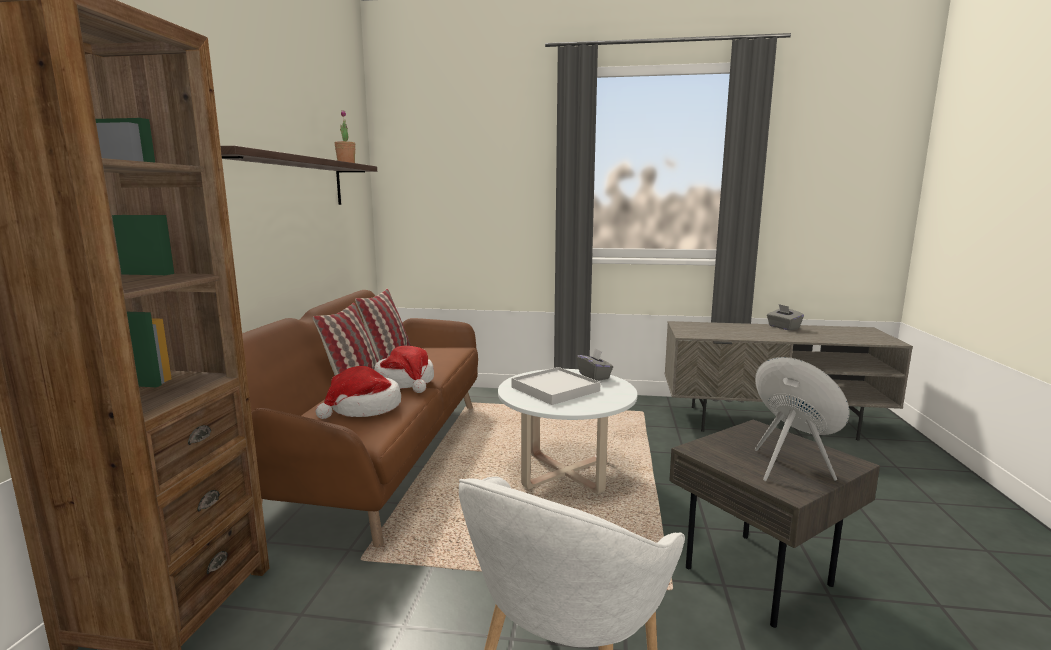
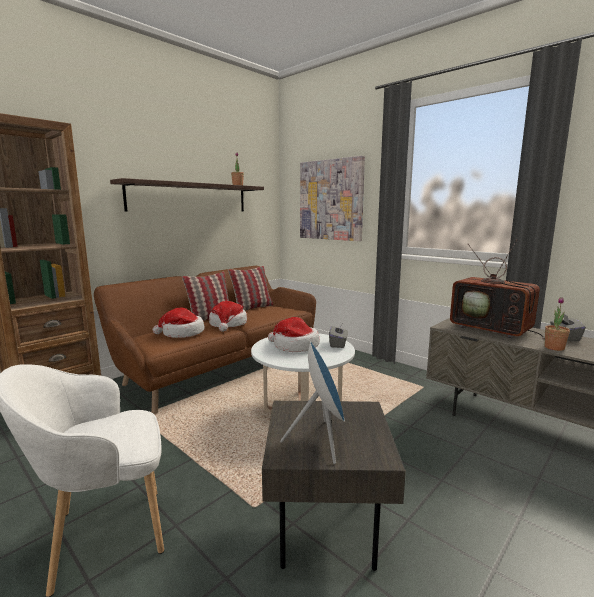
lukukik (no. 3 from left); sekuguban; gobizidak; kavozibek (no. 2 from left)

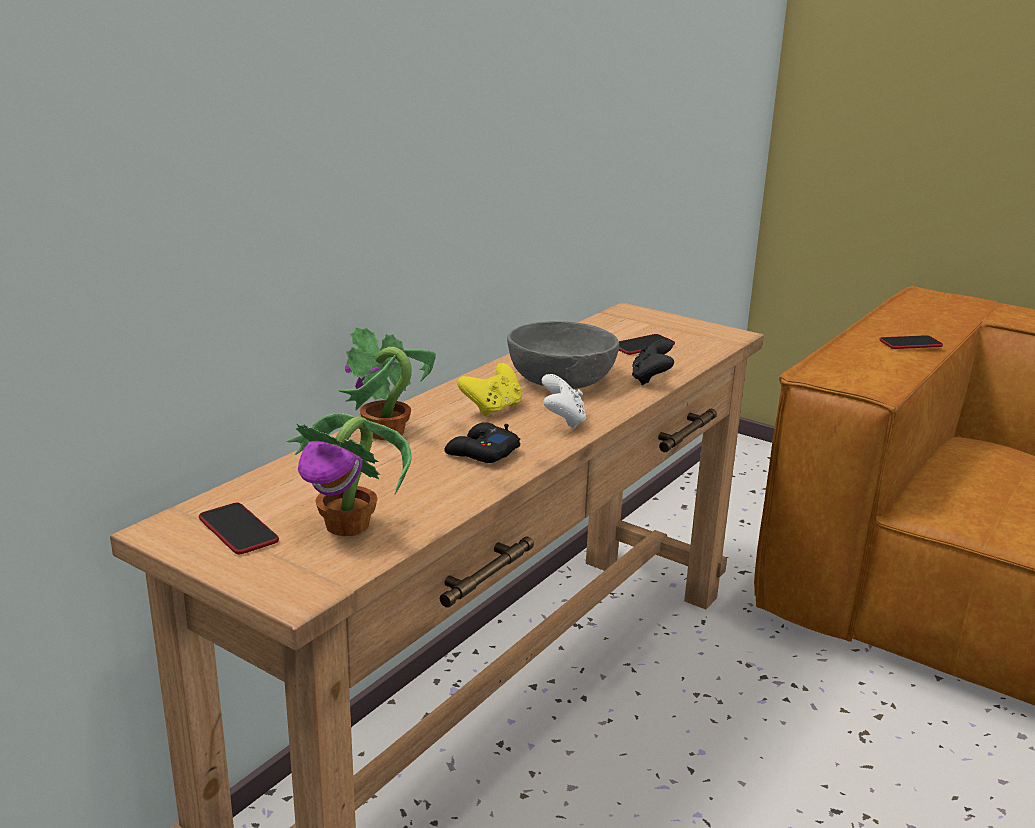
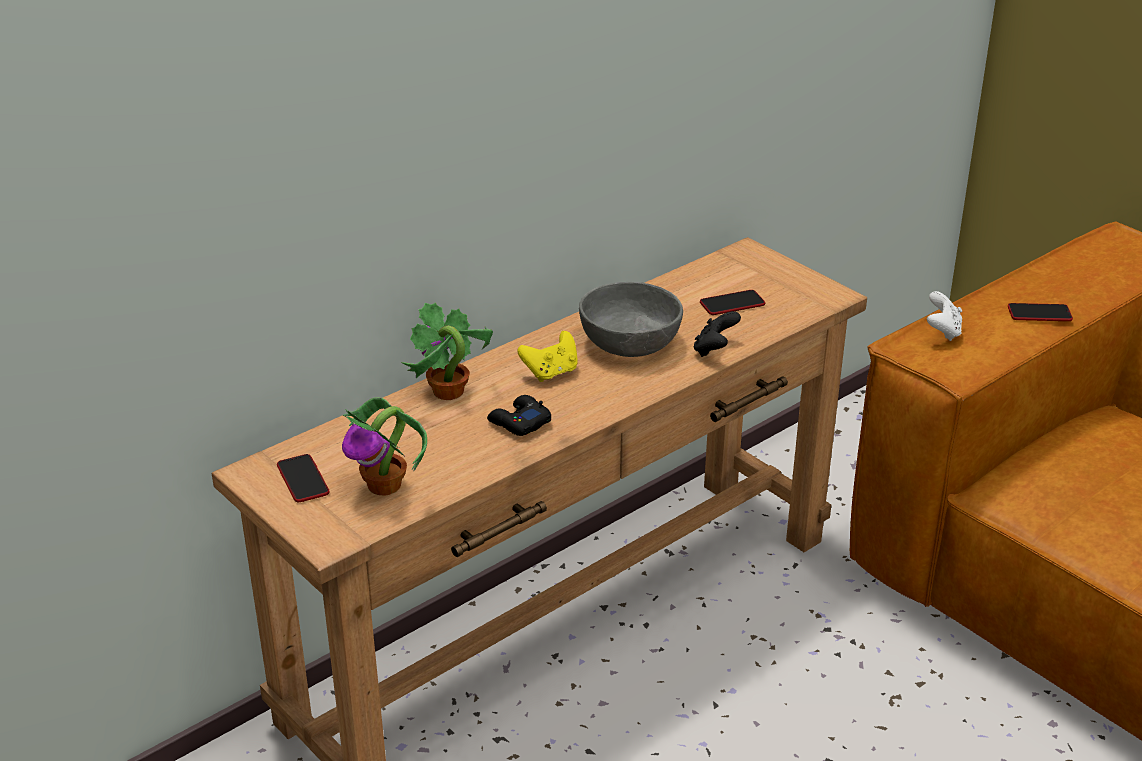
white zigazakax

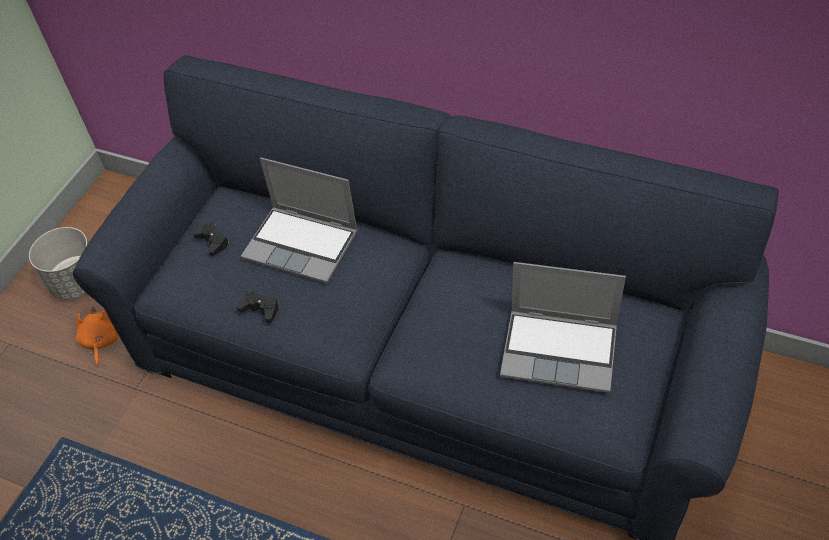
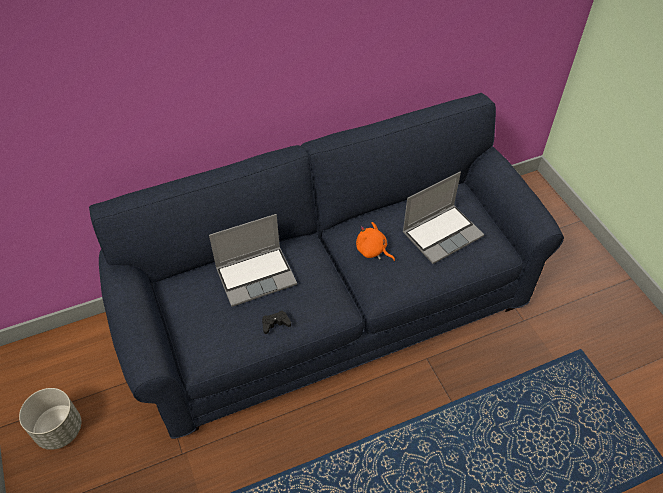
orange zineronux; black zigazakax (no. 1 from left in the first image)

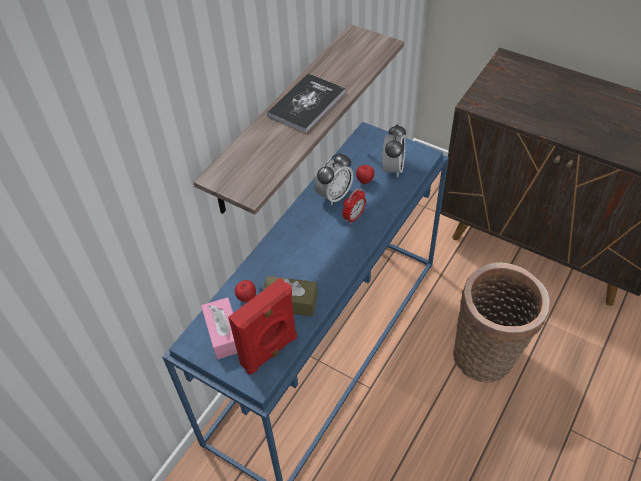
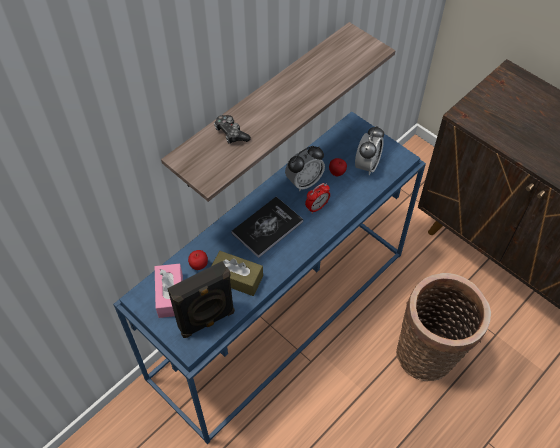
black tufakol; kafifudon; zigazakax

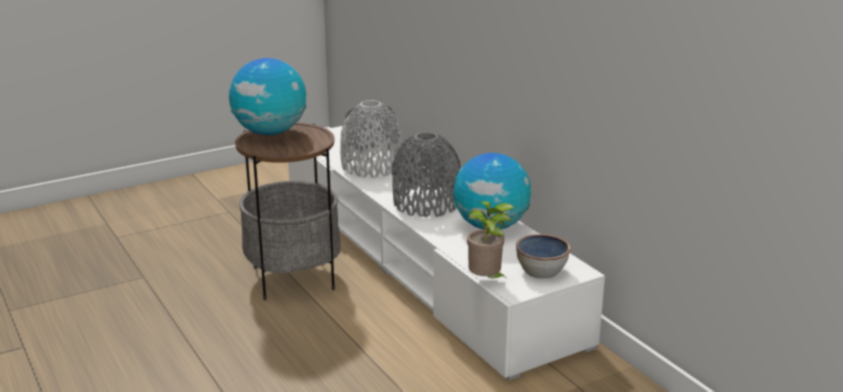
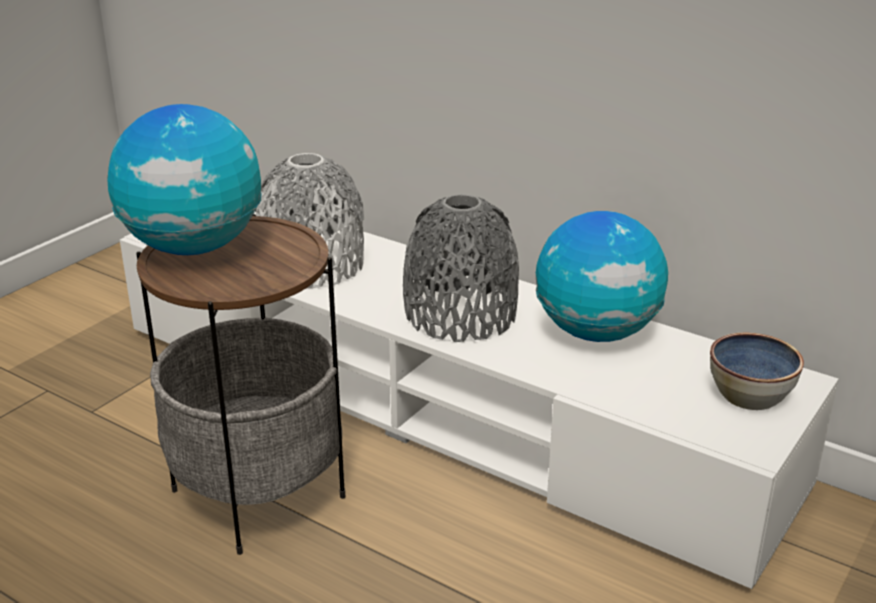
kavozibek

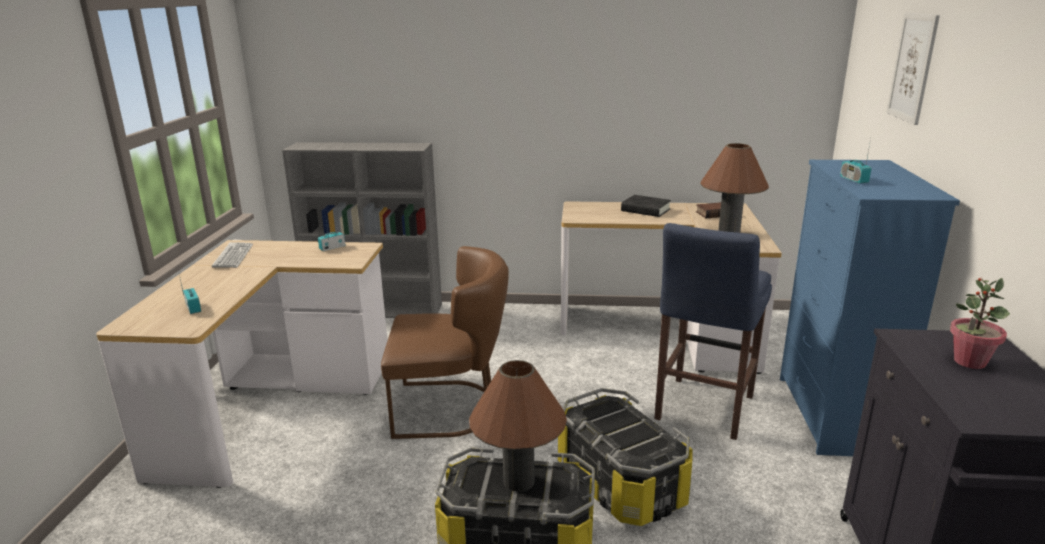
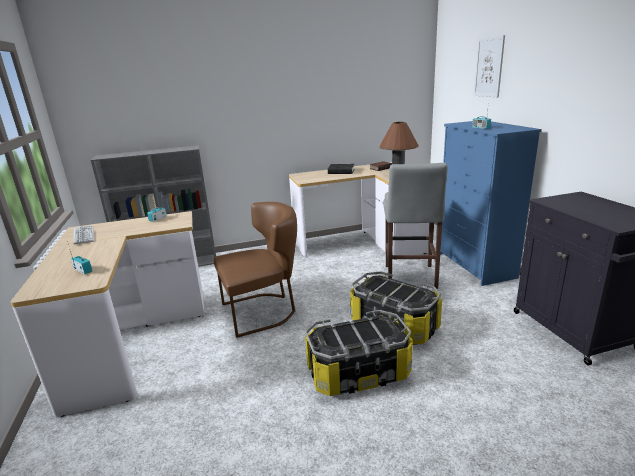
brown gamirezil (no. 1 from left in the first image); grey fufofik; kavozibek

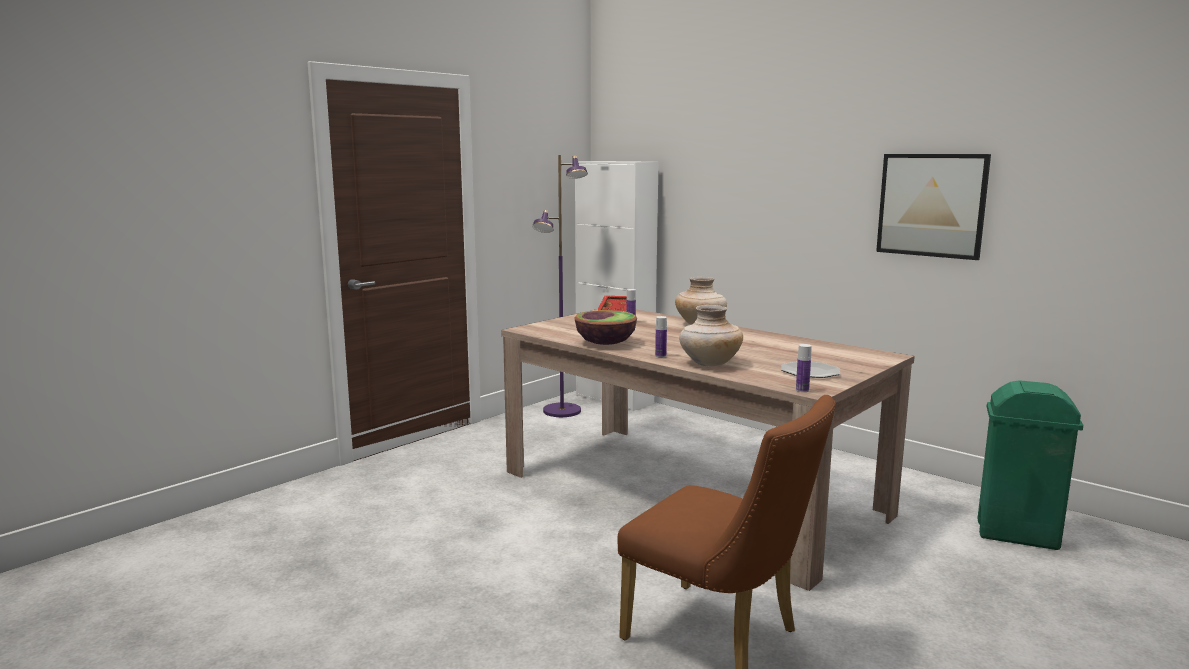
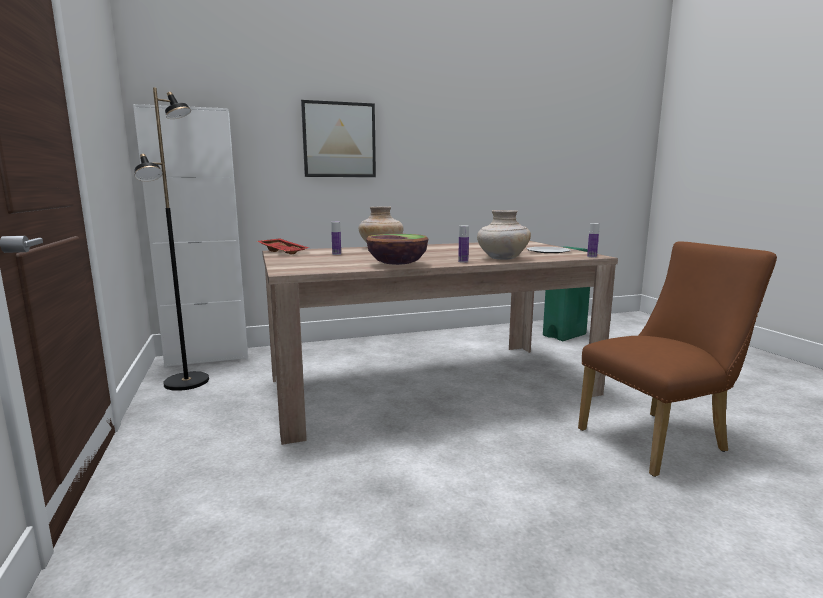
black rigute; sekuguban

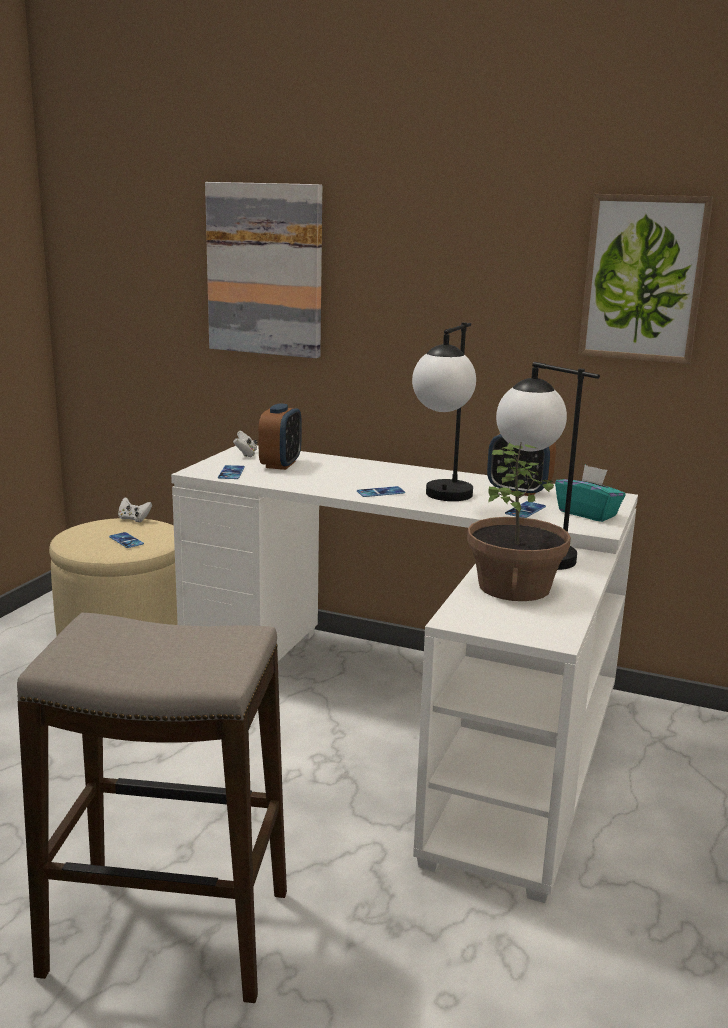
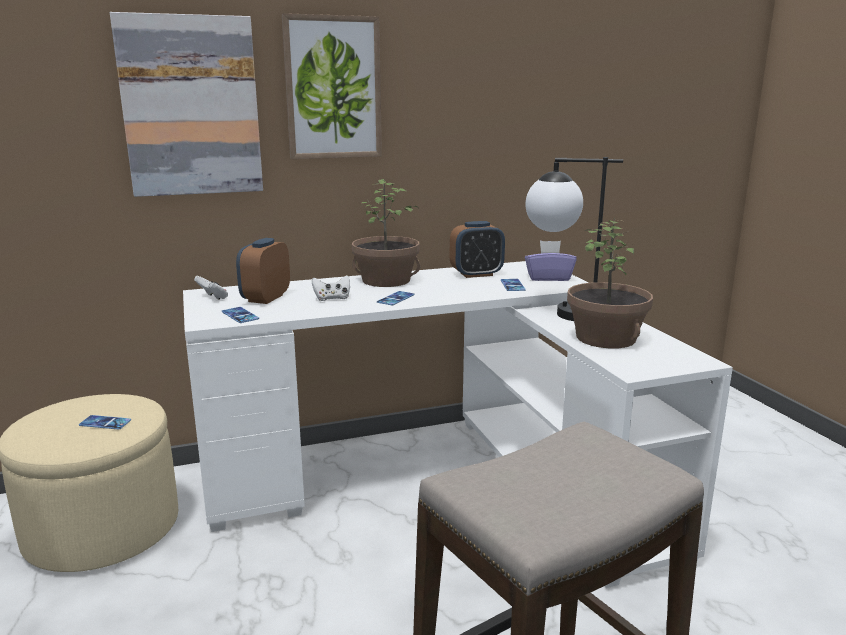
white zigazakax (no. 2 from left); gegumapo (no. 1 from left); gamirezil (no. 1 from left in the first image); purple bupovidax; sekuguban (no. 2 from left); kavozibek (no. 1 from left)

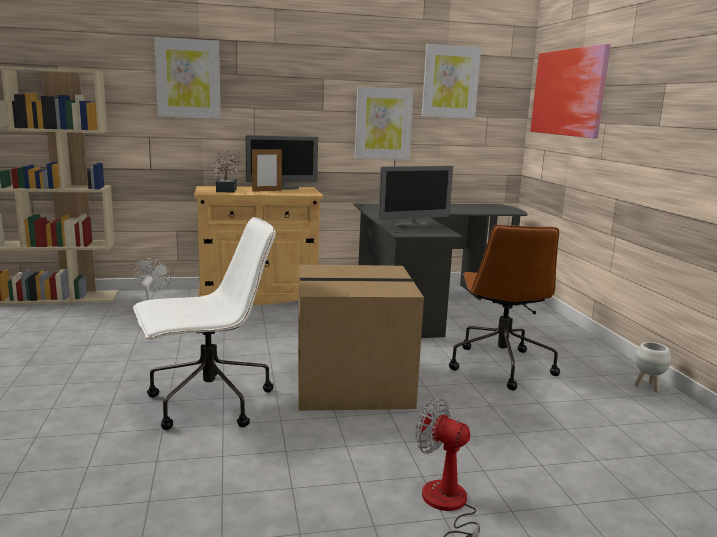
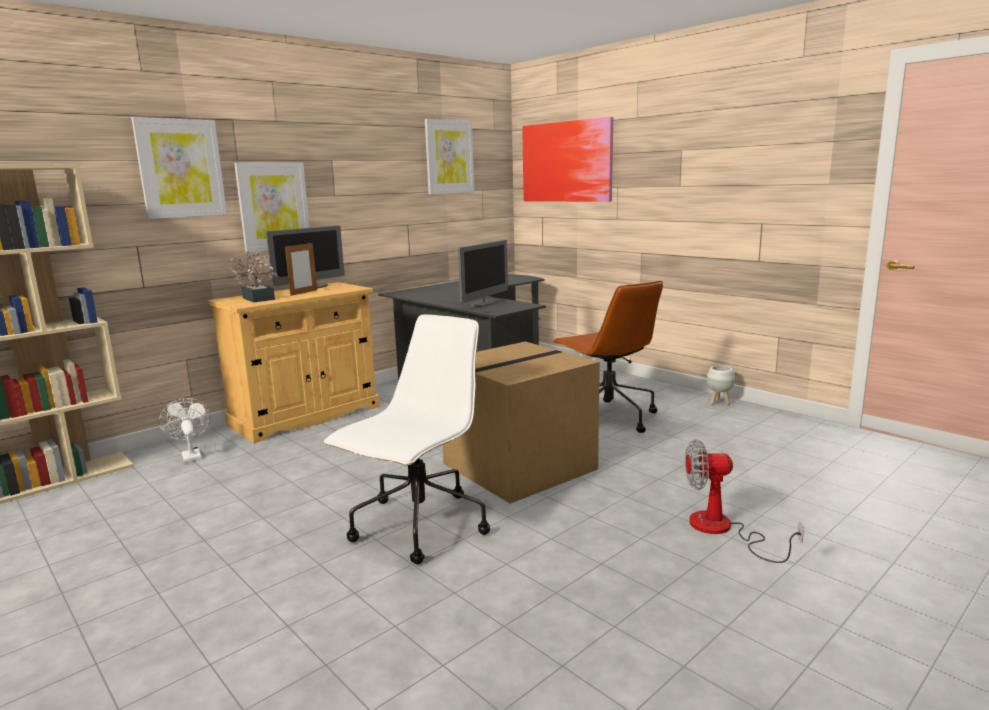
sekuguban (no. 2 from left)

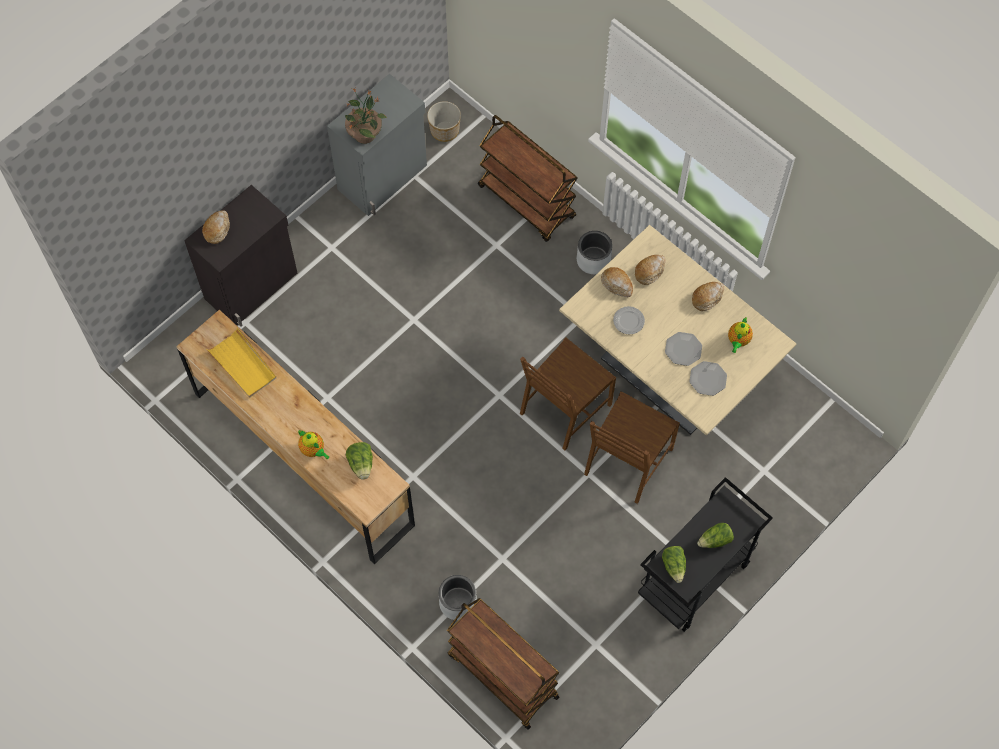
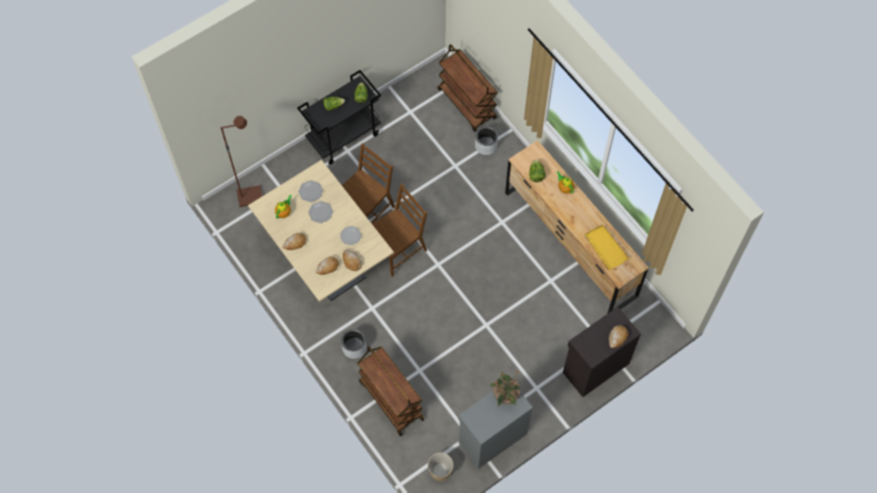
brown rigute

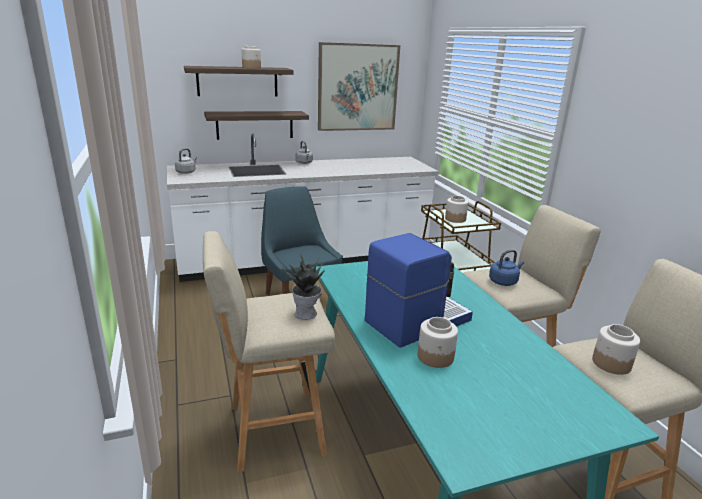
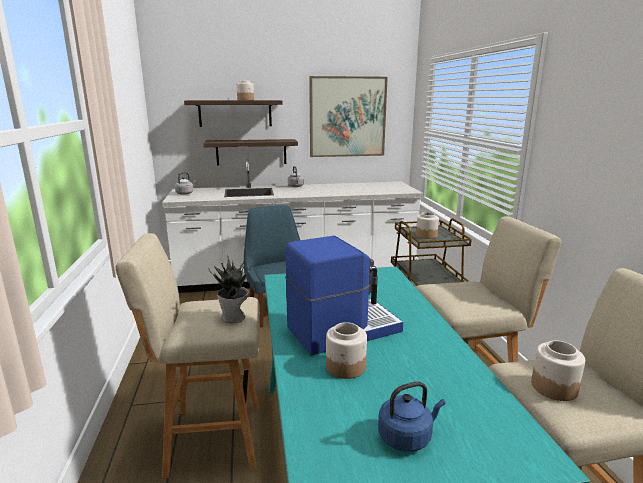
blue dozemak

